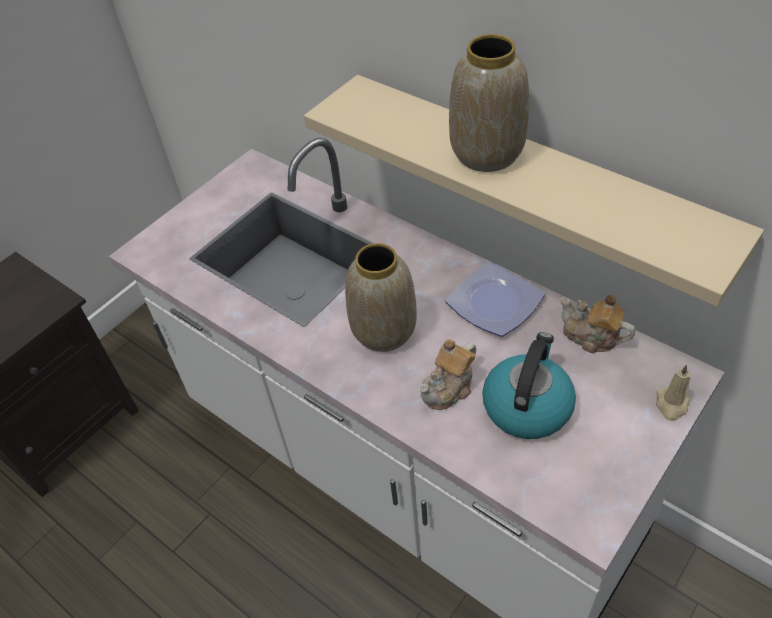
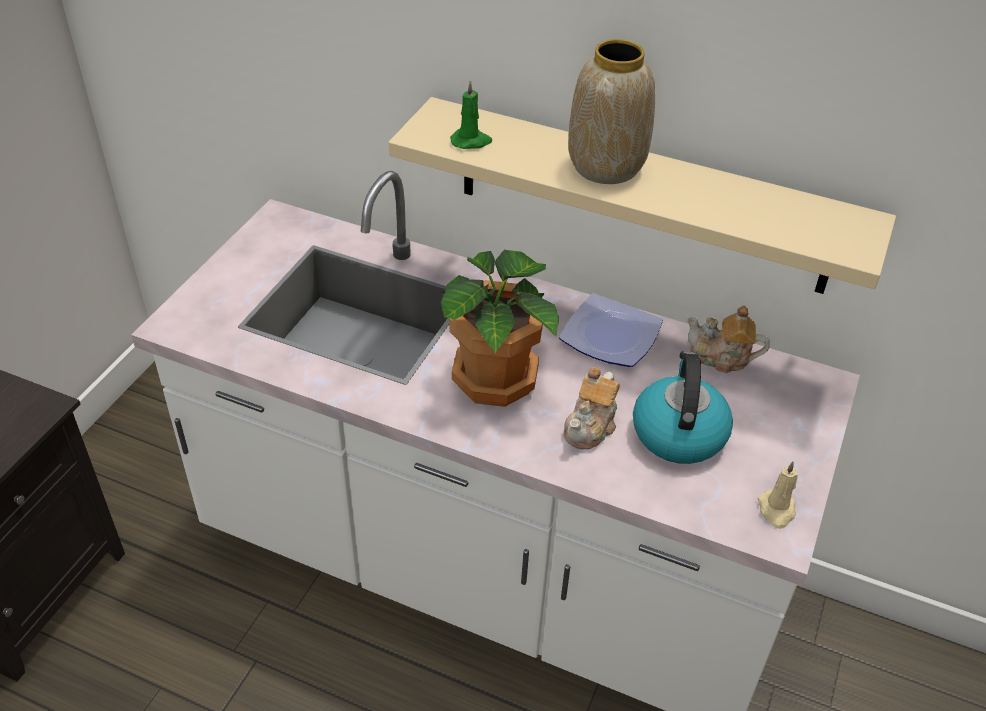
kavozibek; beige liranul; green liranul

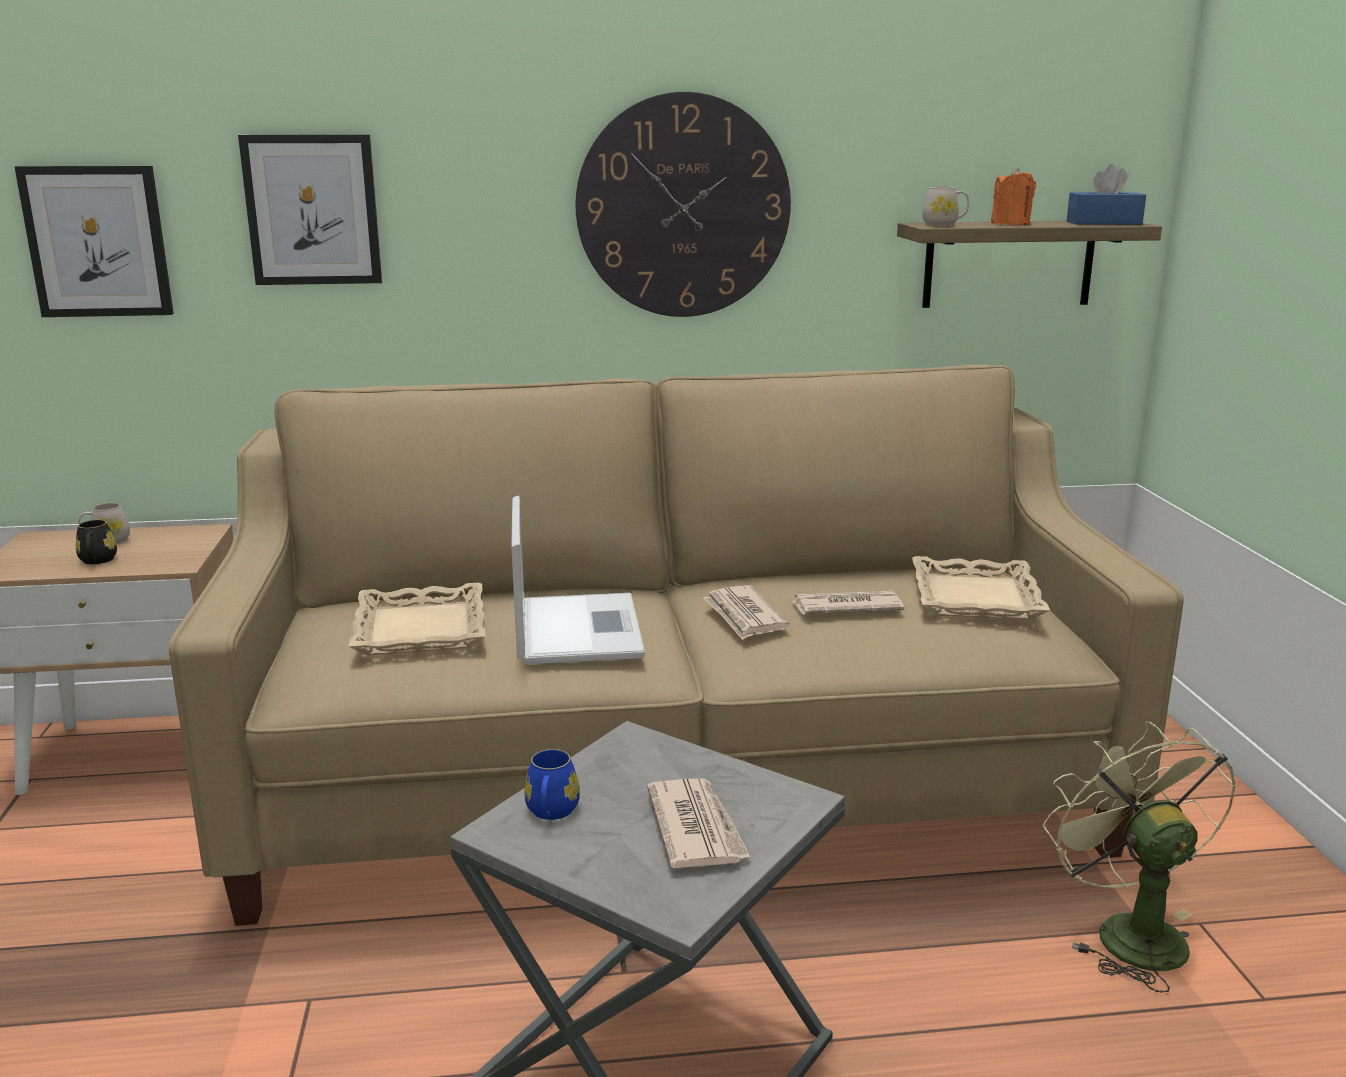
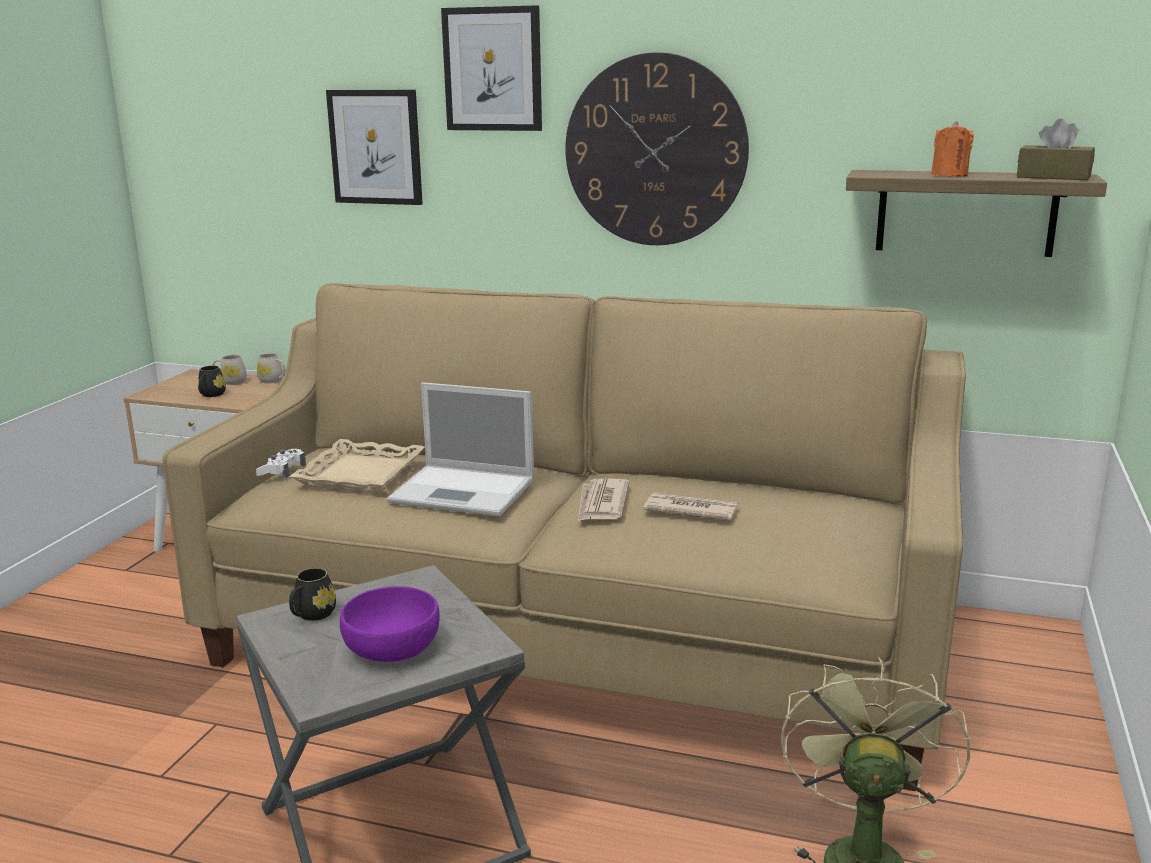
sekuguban (no. 2 from left); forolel; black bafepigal (no. 2 from left); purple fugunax; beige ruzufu (no. 2 from left in the first image); white bafepigal (no. 2 from left); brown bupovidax; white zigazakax

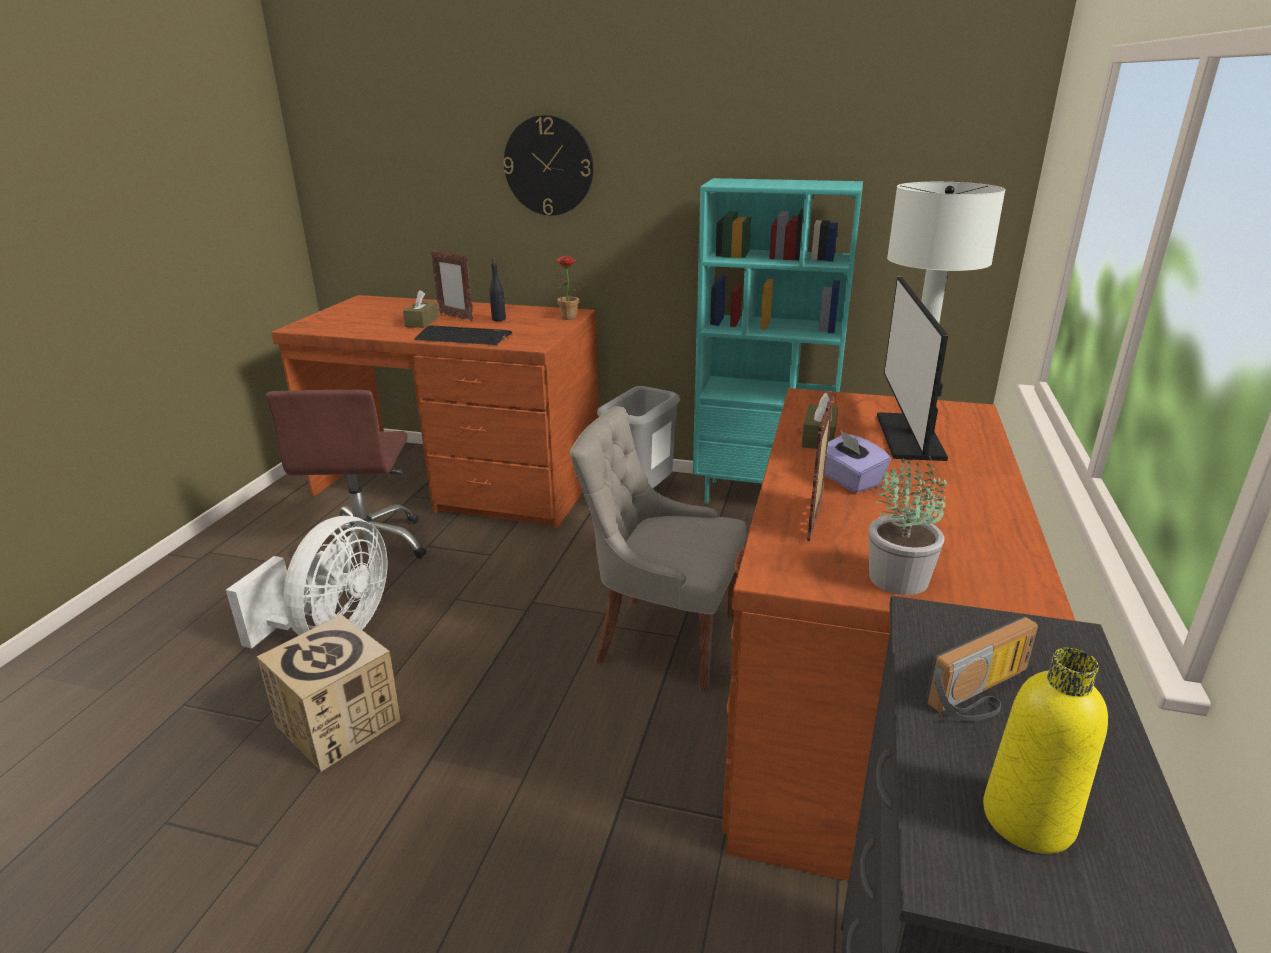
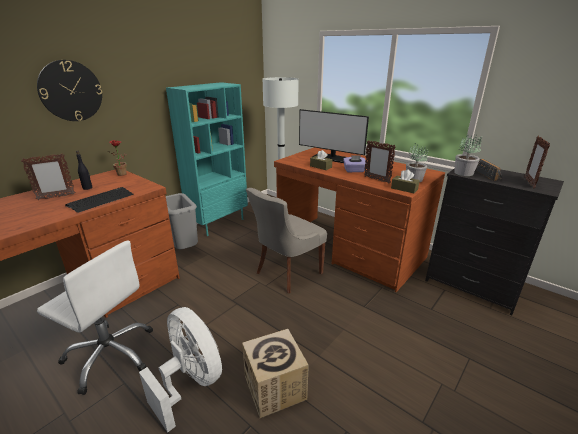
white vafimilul; brown bupovidax (no. 2 from left); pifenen (no. 3 from left); kavozibek (no. 3 from left)

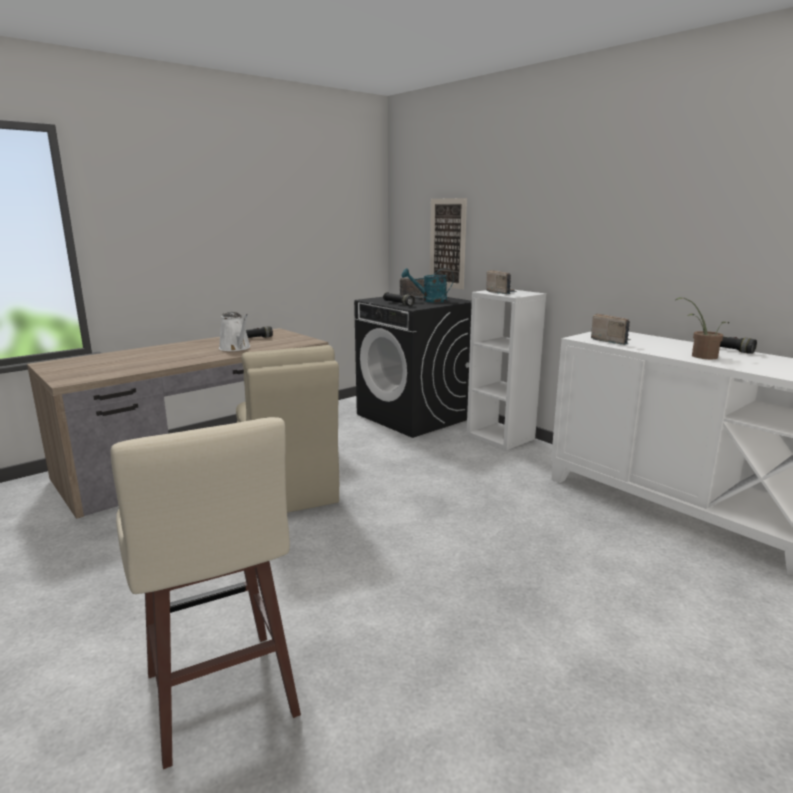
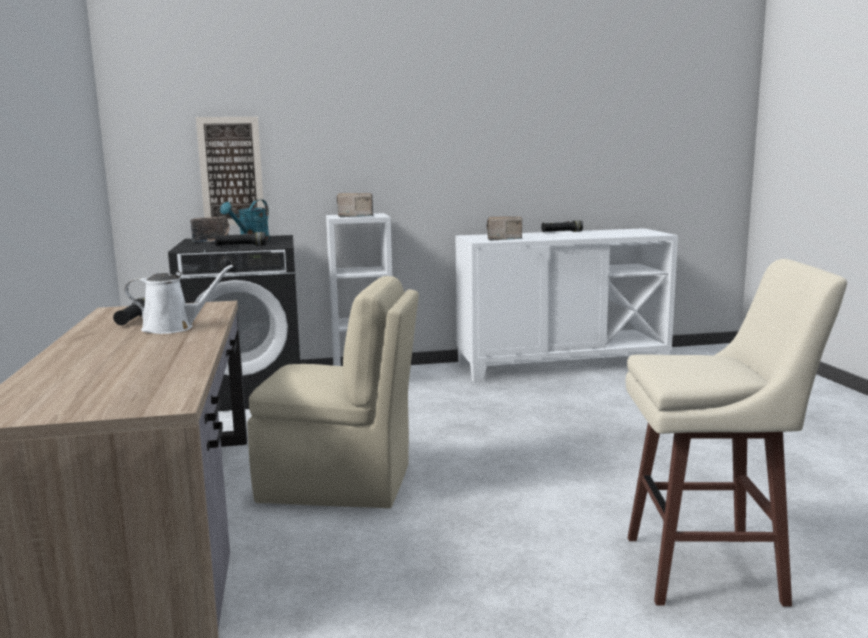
kavozibek

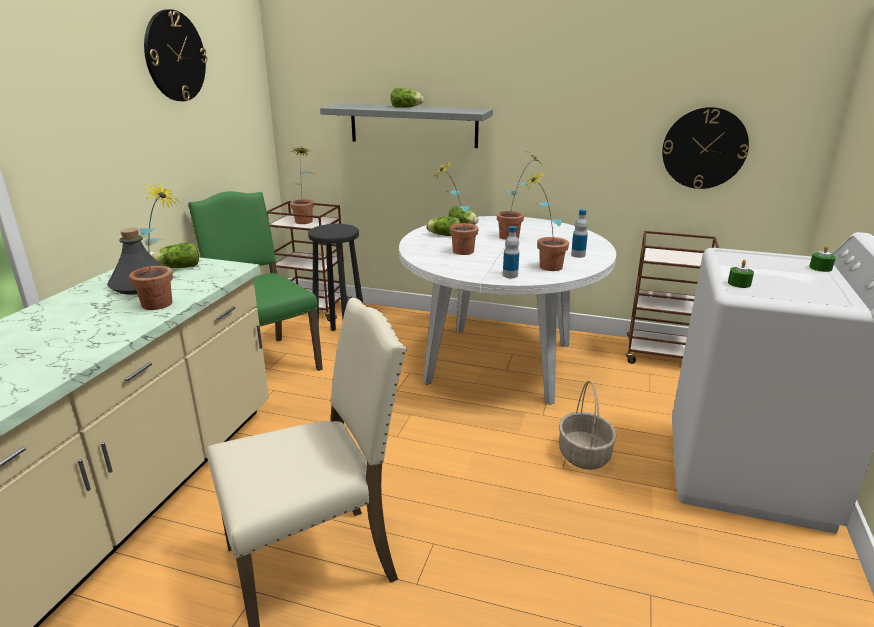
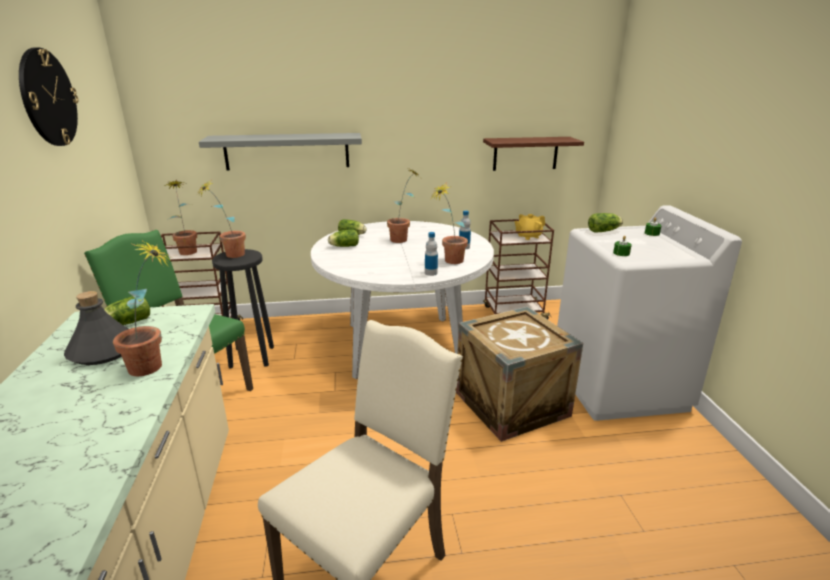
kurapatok (no. 4 from left); kavozibek (no. 3 from left); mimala; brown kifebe; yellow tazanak

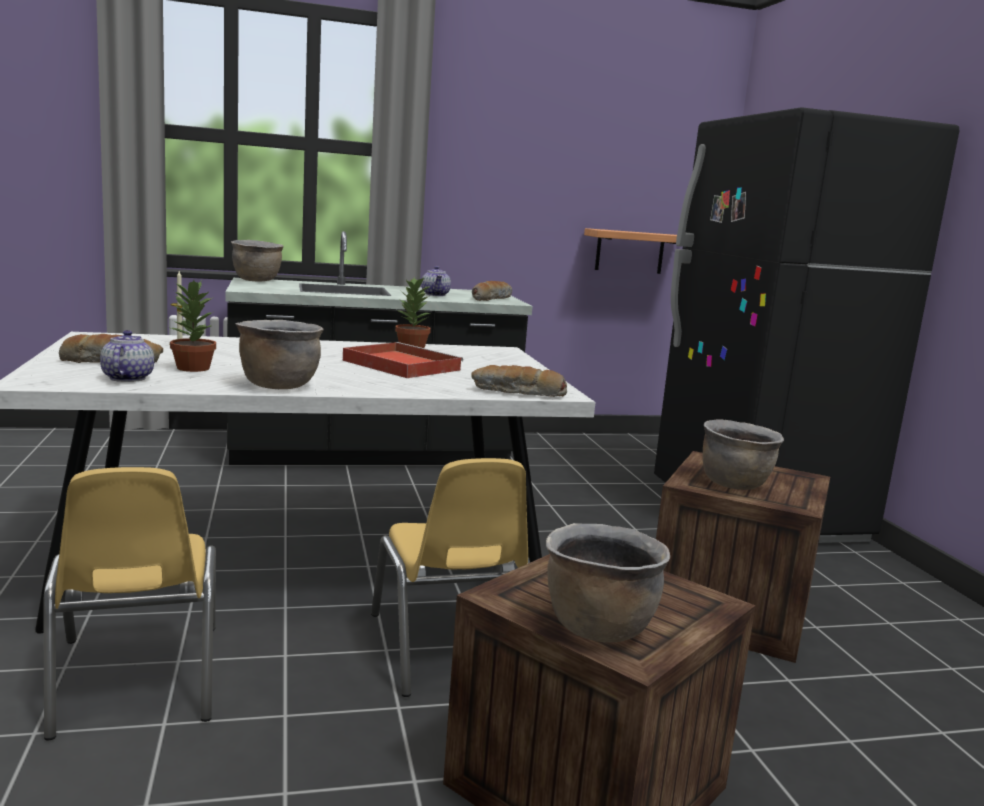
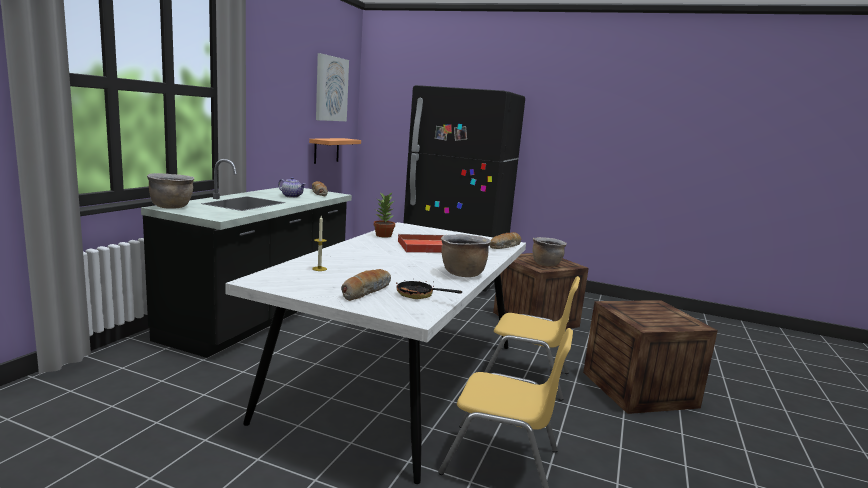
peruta; kavozibek (no. 1 from left in the first image); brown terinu (no. 3 from left in the first image); sekuguban

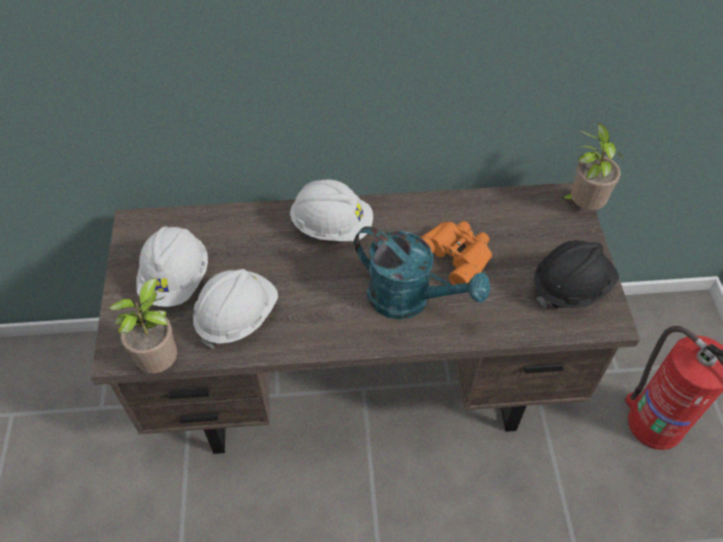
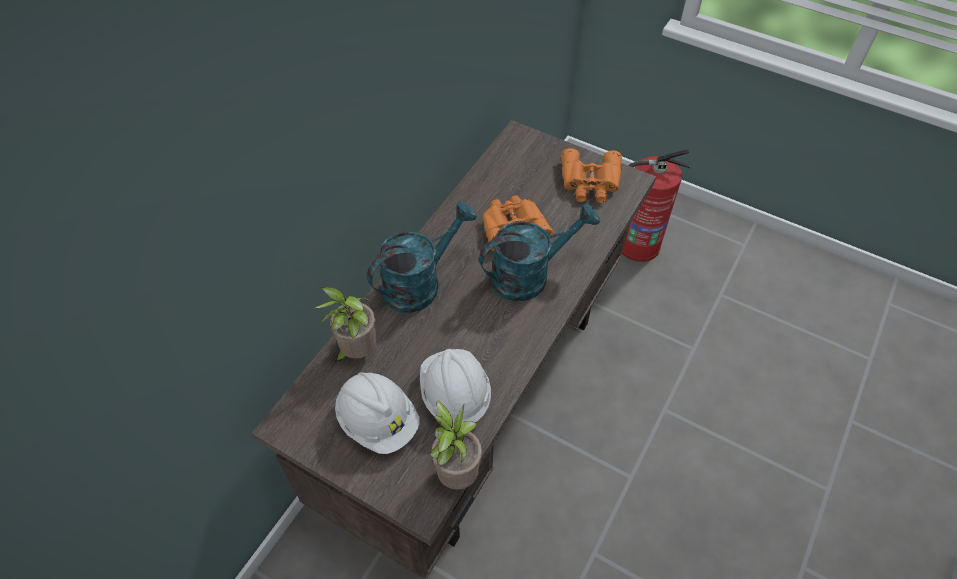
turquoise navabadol (no. 1 from left); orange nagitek (no. 2 from left); kavozibek (no. 1 from left)

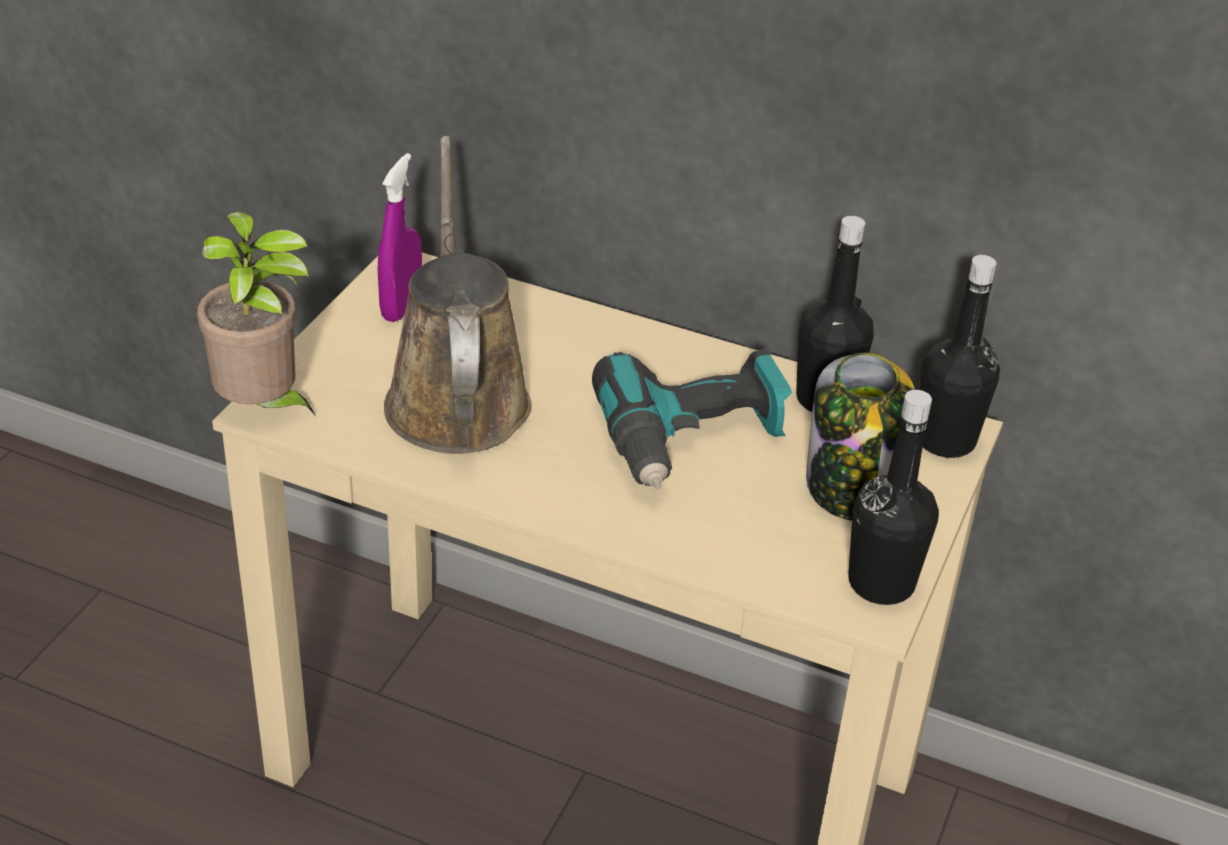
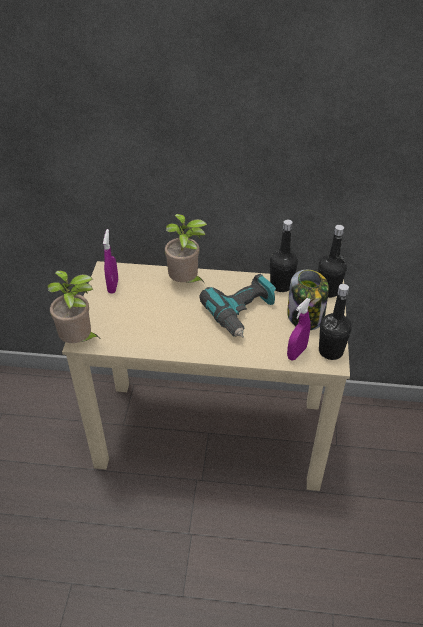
brown navabadol; kavozibek (no. 2 from left); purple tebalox (no. 2 from left)

